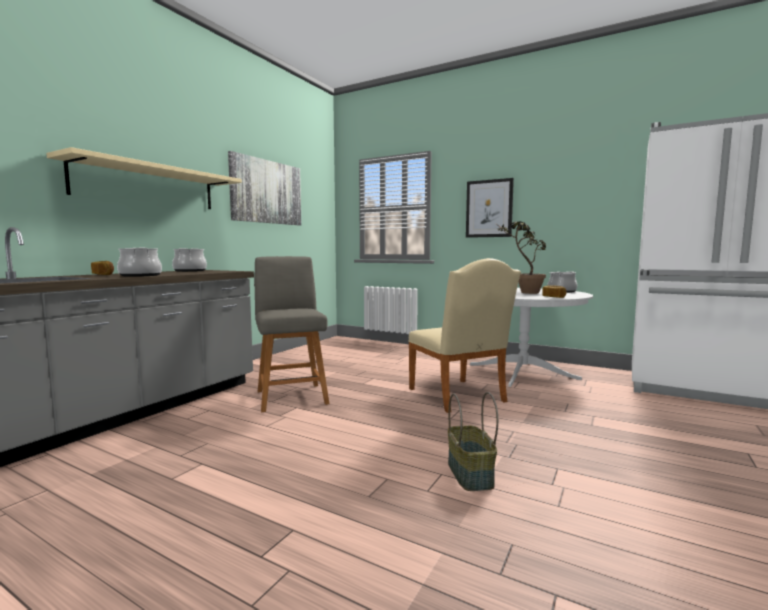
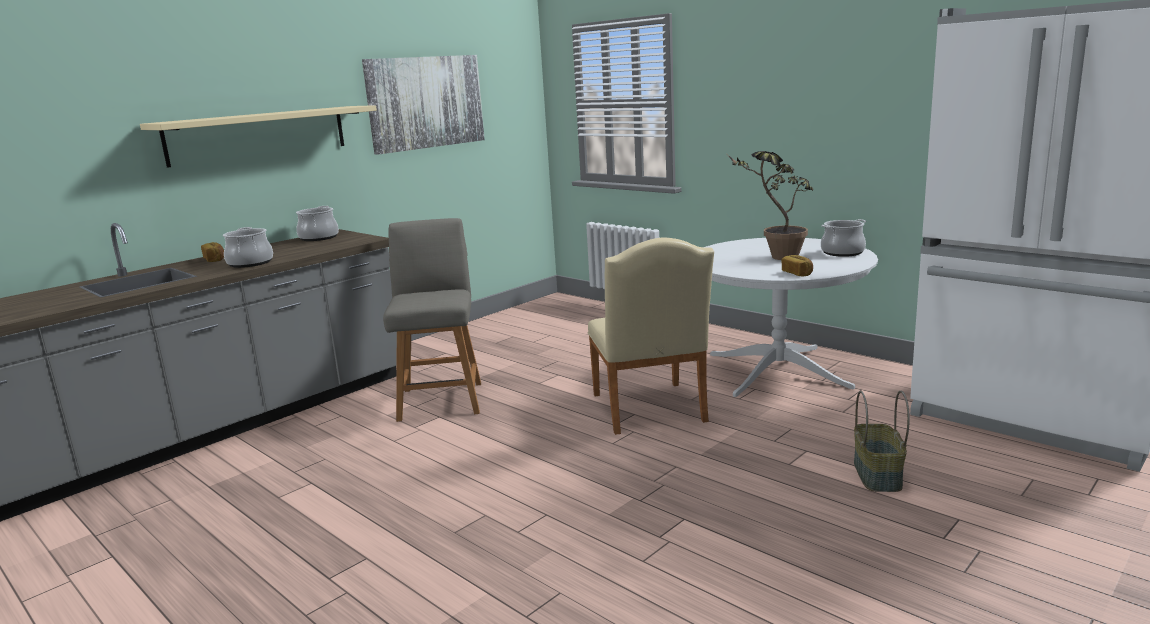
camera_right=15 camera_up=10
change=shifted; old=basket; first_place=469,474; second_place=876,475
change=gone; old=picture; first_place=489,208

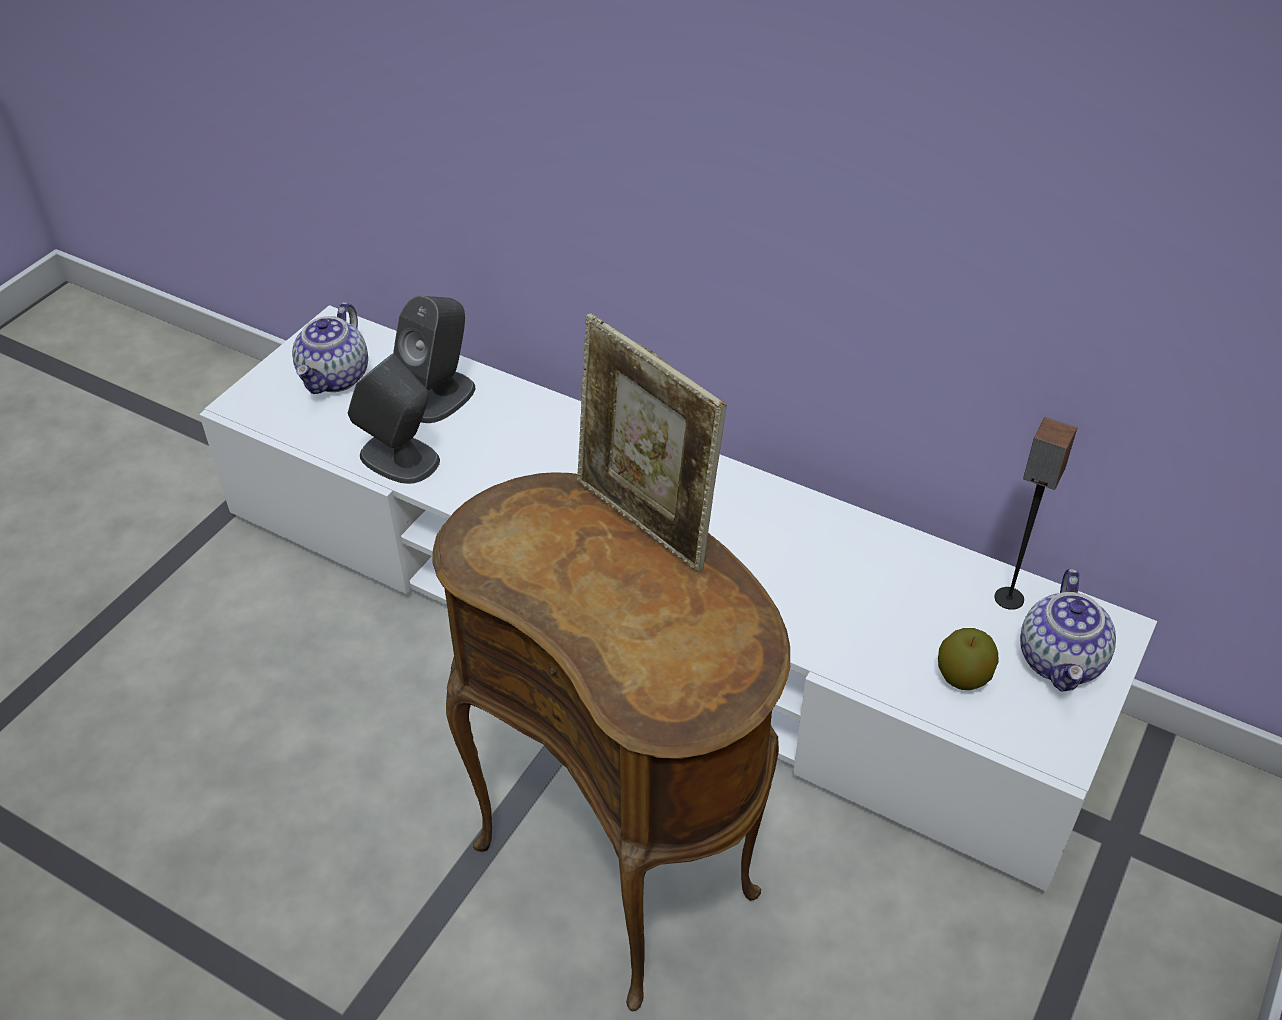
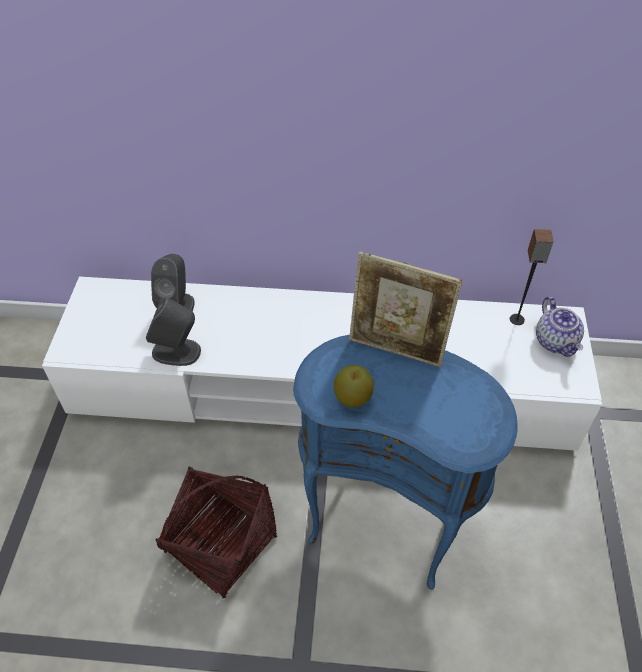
camera_right=-25 camera_up=5
change=new; new=basket; second_place=222,544
change=repainted; old=brown side table; new=blue side table; first_place=624,868; second_place=387,520
change=shifted; old=apple; first_place=963,677; second_place=353,398
change=gone; old=teapot; first_place=335,378

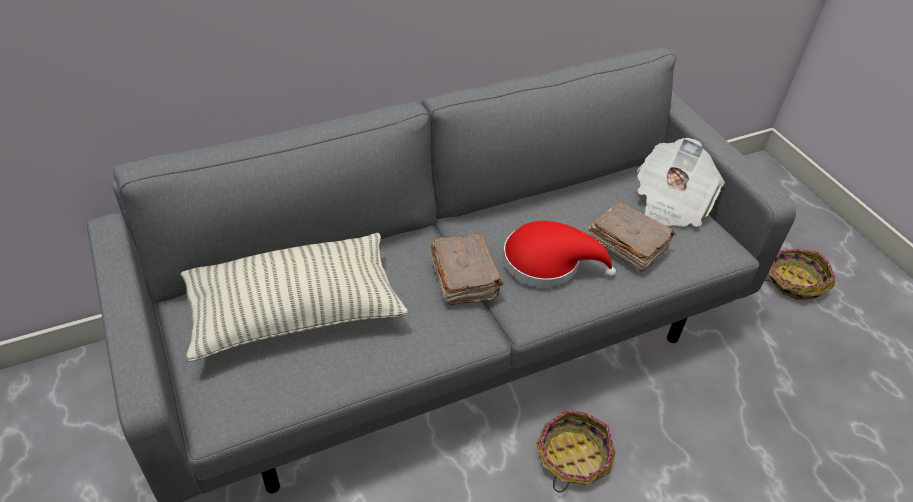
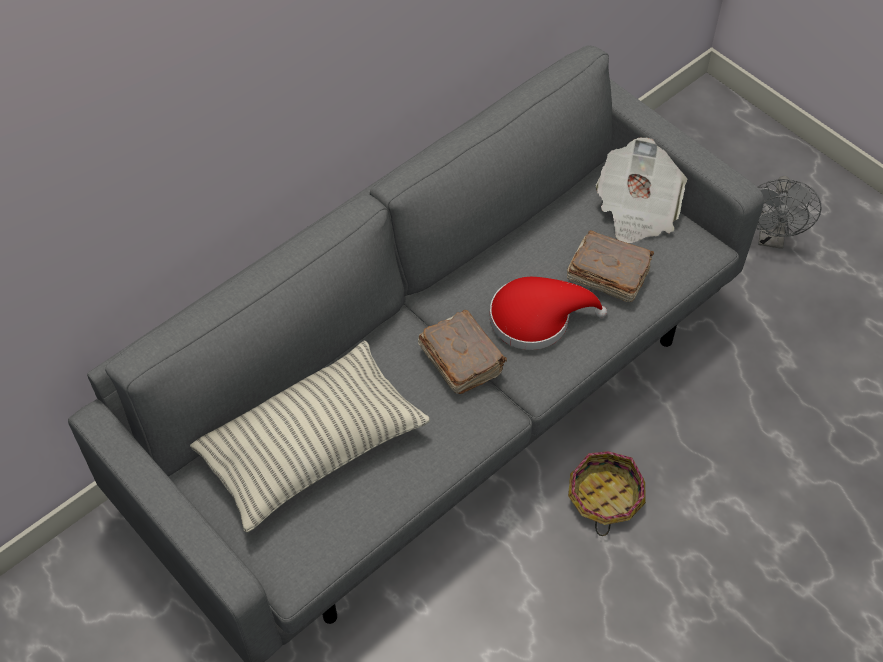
camera_right=-15 camera_up=10
change=swapped; old=basket; new=grey fan; first_place=793,281; second_place=771,238

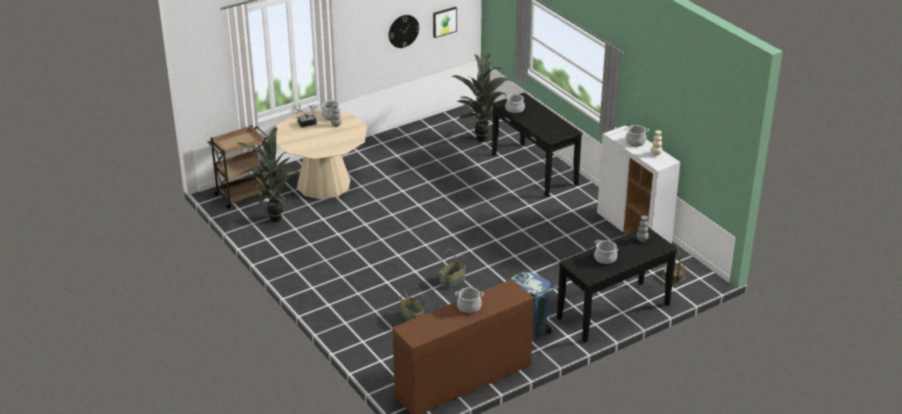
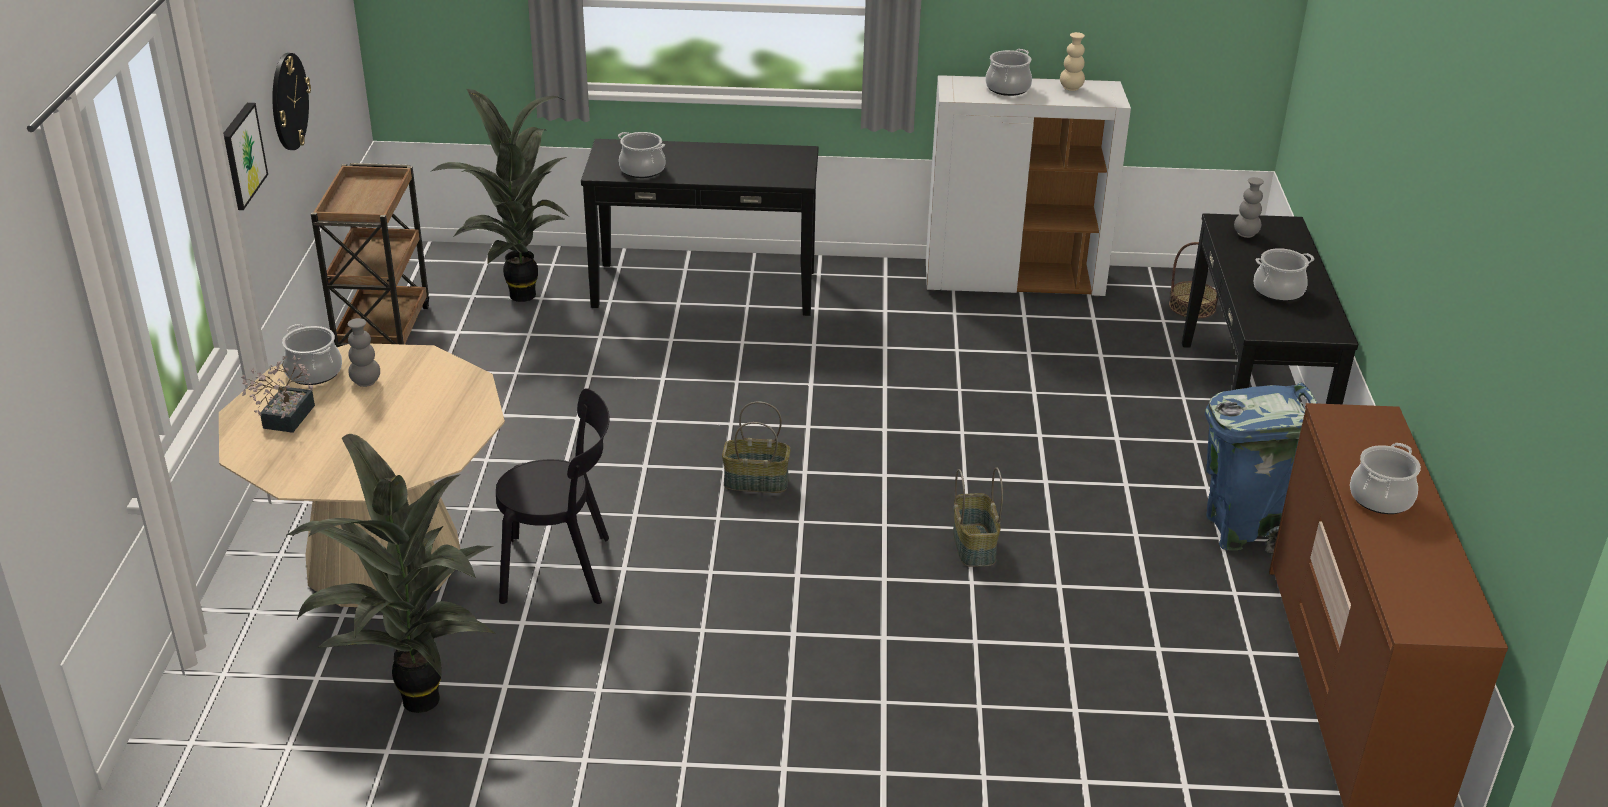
camera_right=-55 camera_up=0
change=shifted; old=picture; first_place=444,21; second_place=240,155
change=shifted; old=brown cart; first_place=243,194; second_place=383,330
change=new; new=black chair; second_place=562,570
change=shifted; old=basket; first_place=411,318; second_place=755,482

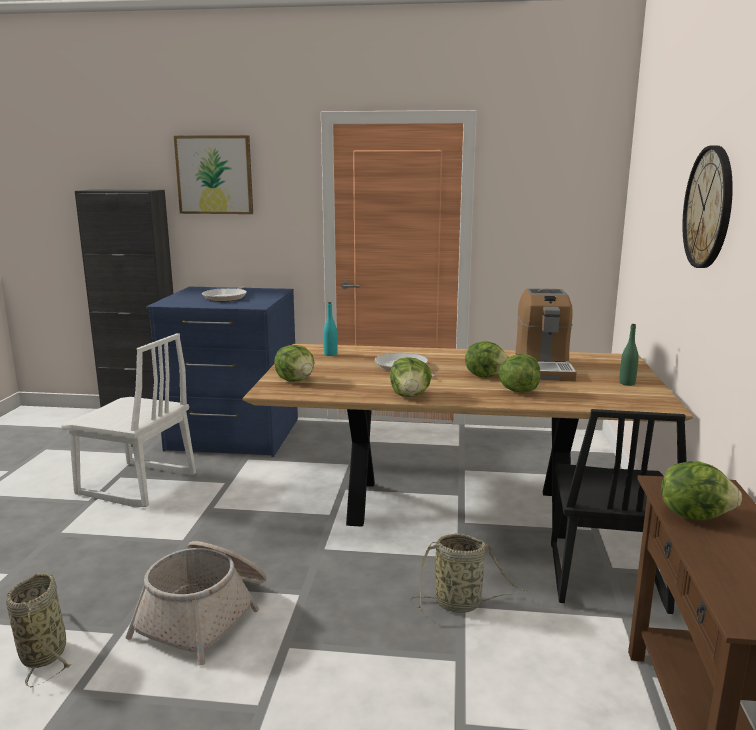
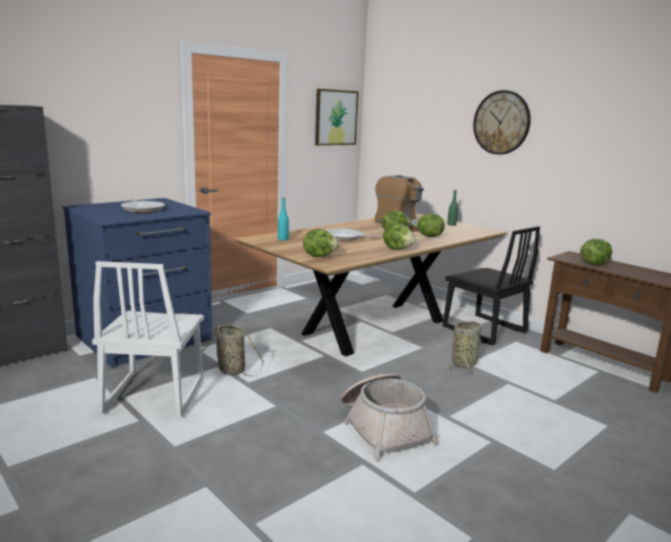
camera_right=-50 camera_up=0
change=rotated; old=white chair; first_place=136,485; second_place=153,395; degrees=120
change=shifted; old=basket; first_place=44,652; second_place=229,370
change=shifted; old=picture; first_place=214,175; second_place=335,117

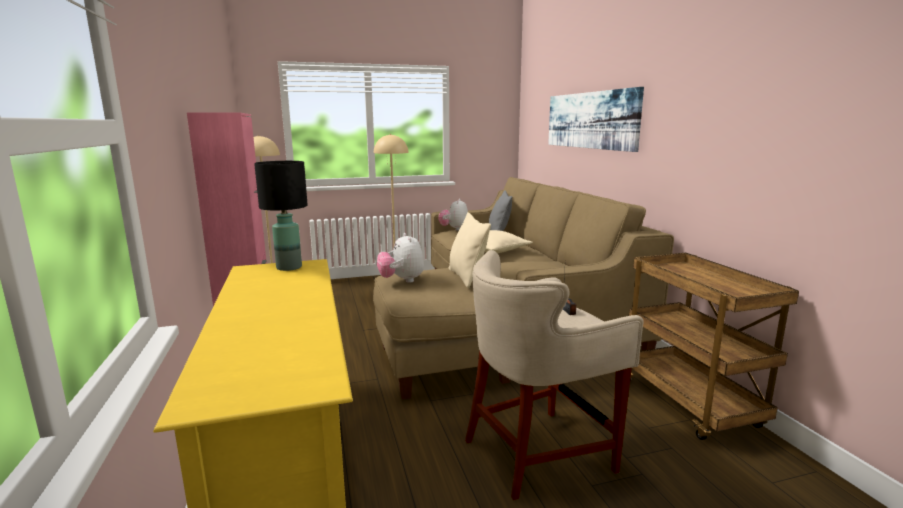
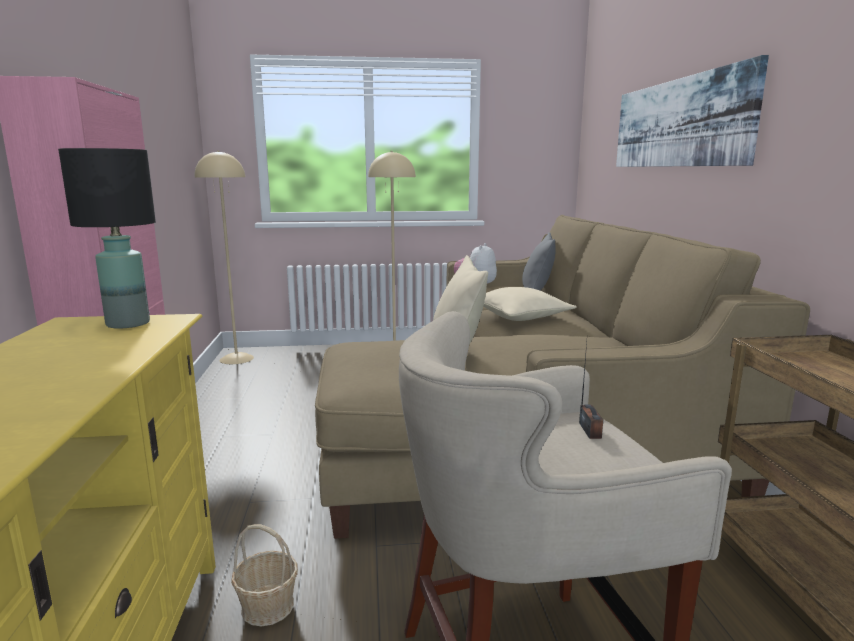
camera_right=10 camera_up=0
change=new; new=basket; second_place=267,606
change=gone; old=plush toy; first_place=401,280

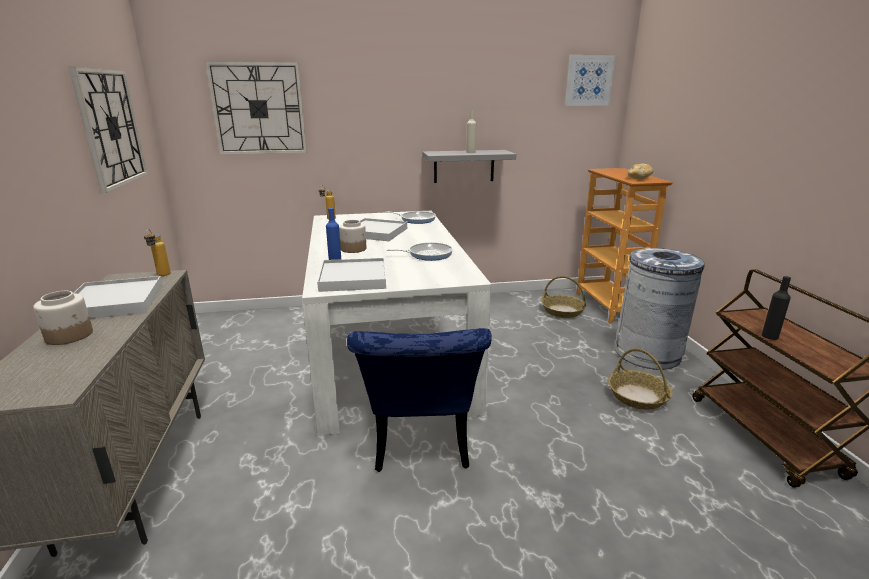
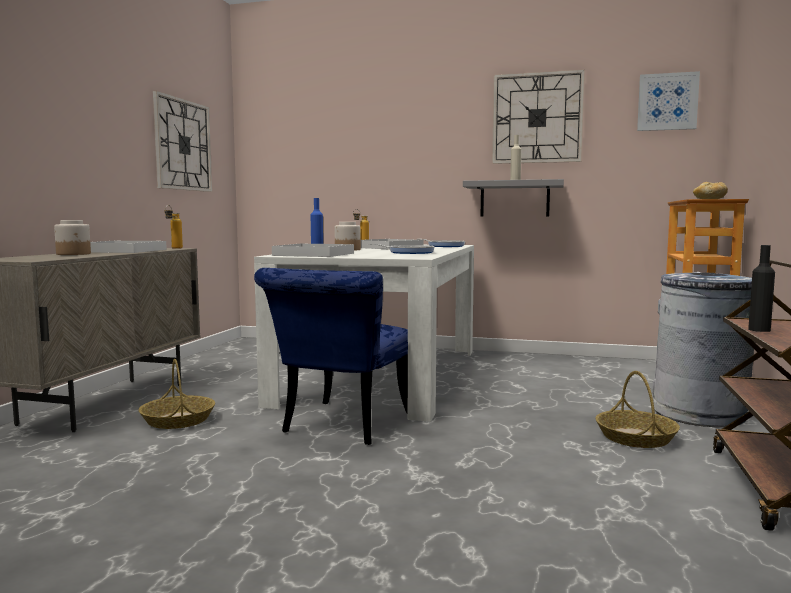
camera_right=25 camera_up=-15
change=shifted; old=basket; first_place=563,311; second_place=178,420
change=shifted; old=wall clock; first_place=258,109; second_place=537,118

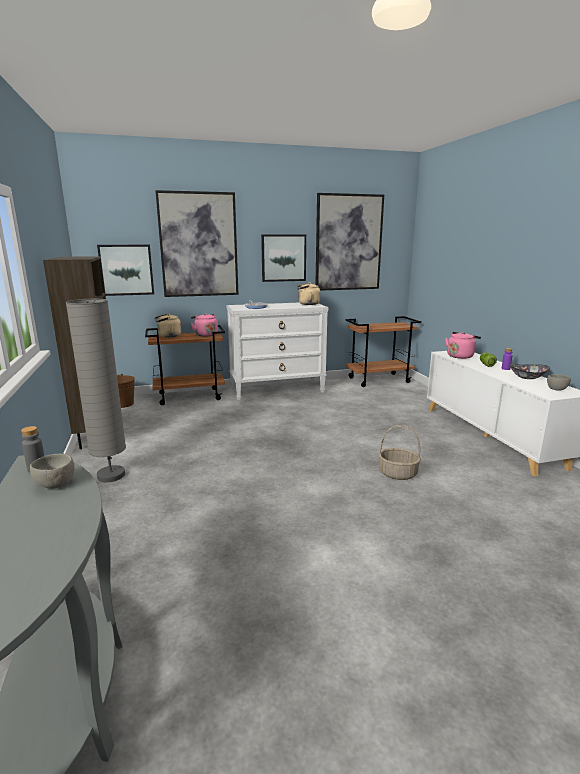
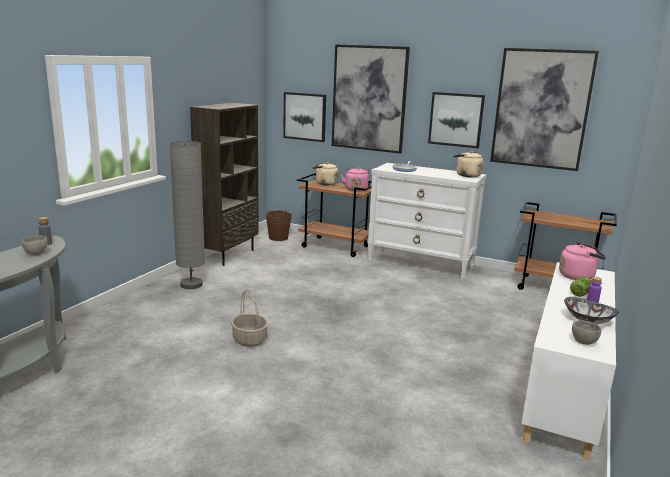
camera_right=40 camera_up=0
change=shifted; old=basket; first_place=398,473; second_place=250,340

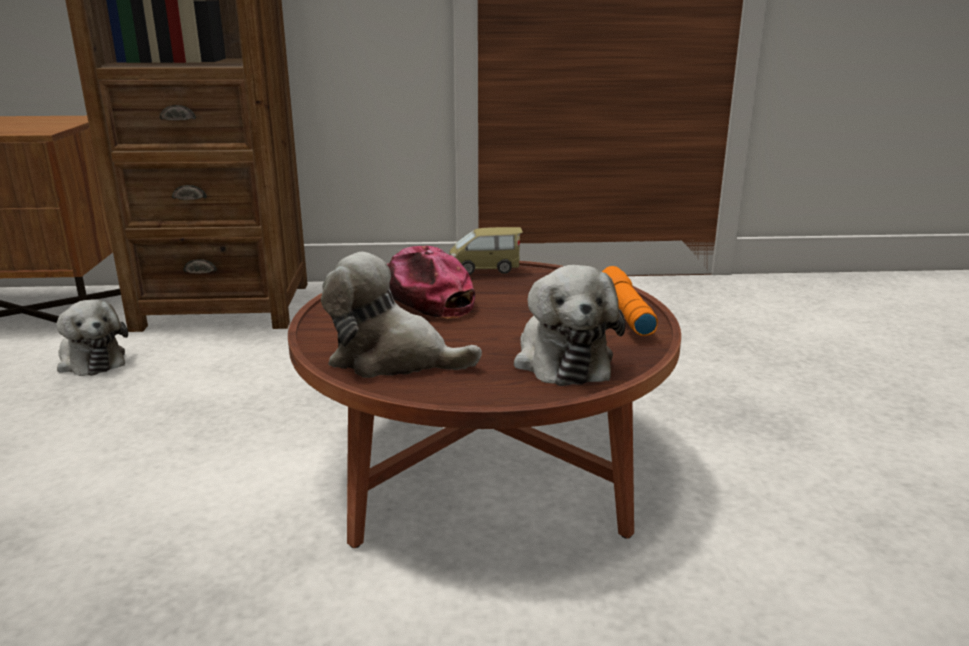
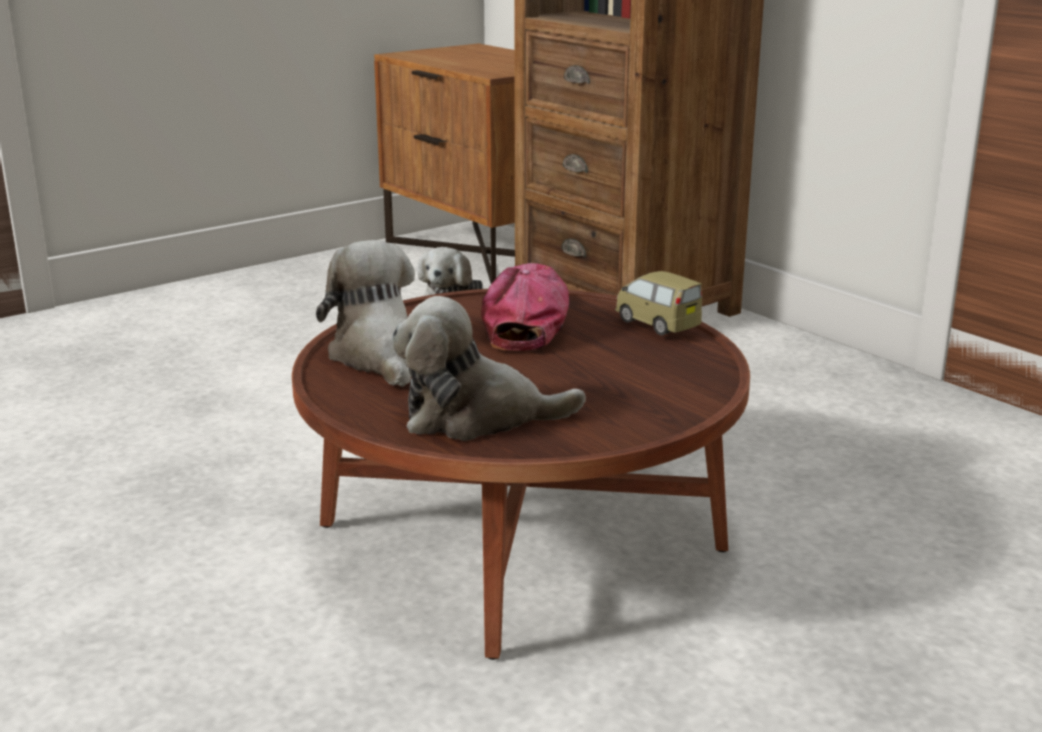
camera_right=55 camera_up=0
change=rotated; old=plush toy; first_place=561,359; second_place=476,417; degrees=45
change=gone; old=orange flashlight; first_place=624,312

